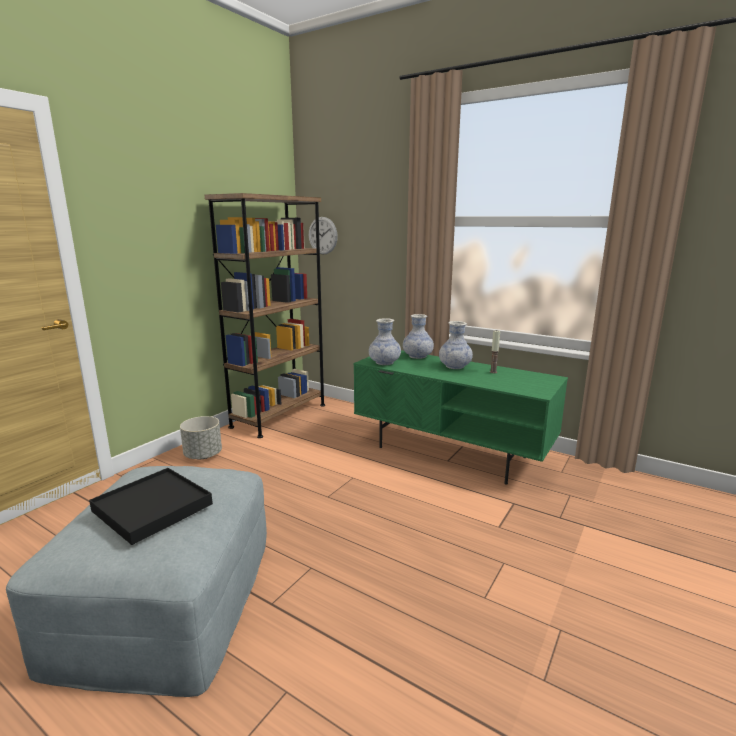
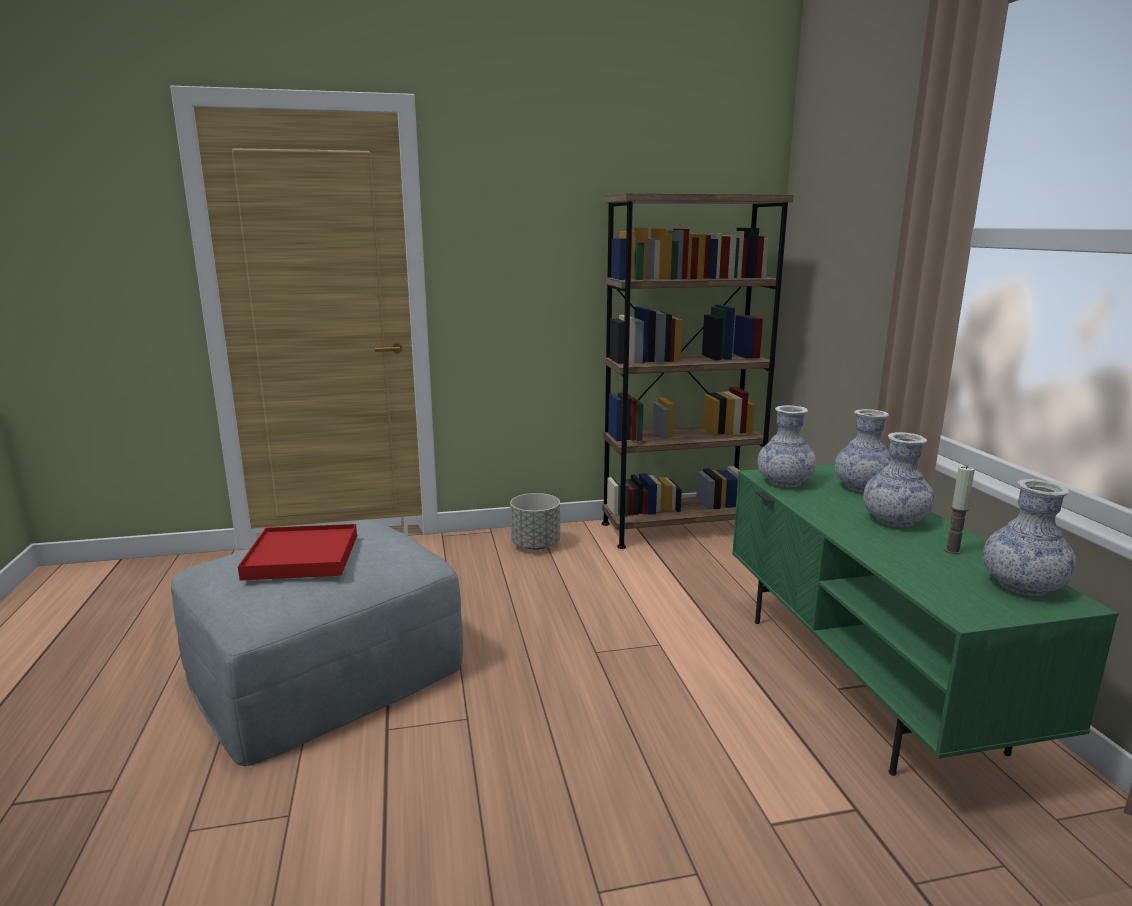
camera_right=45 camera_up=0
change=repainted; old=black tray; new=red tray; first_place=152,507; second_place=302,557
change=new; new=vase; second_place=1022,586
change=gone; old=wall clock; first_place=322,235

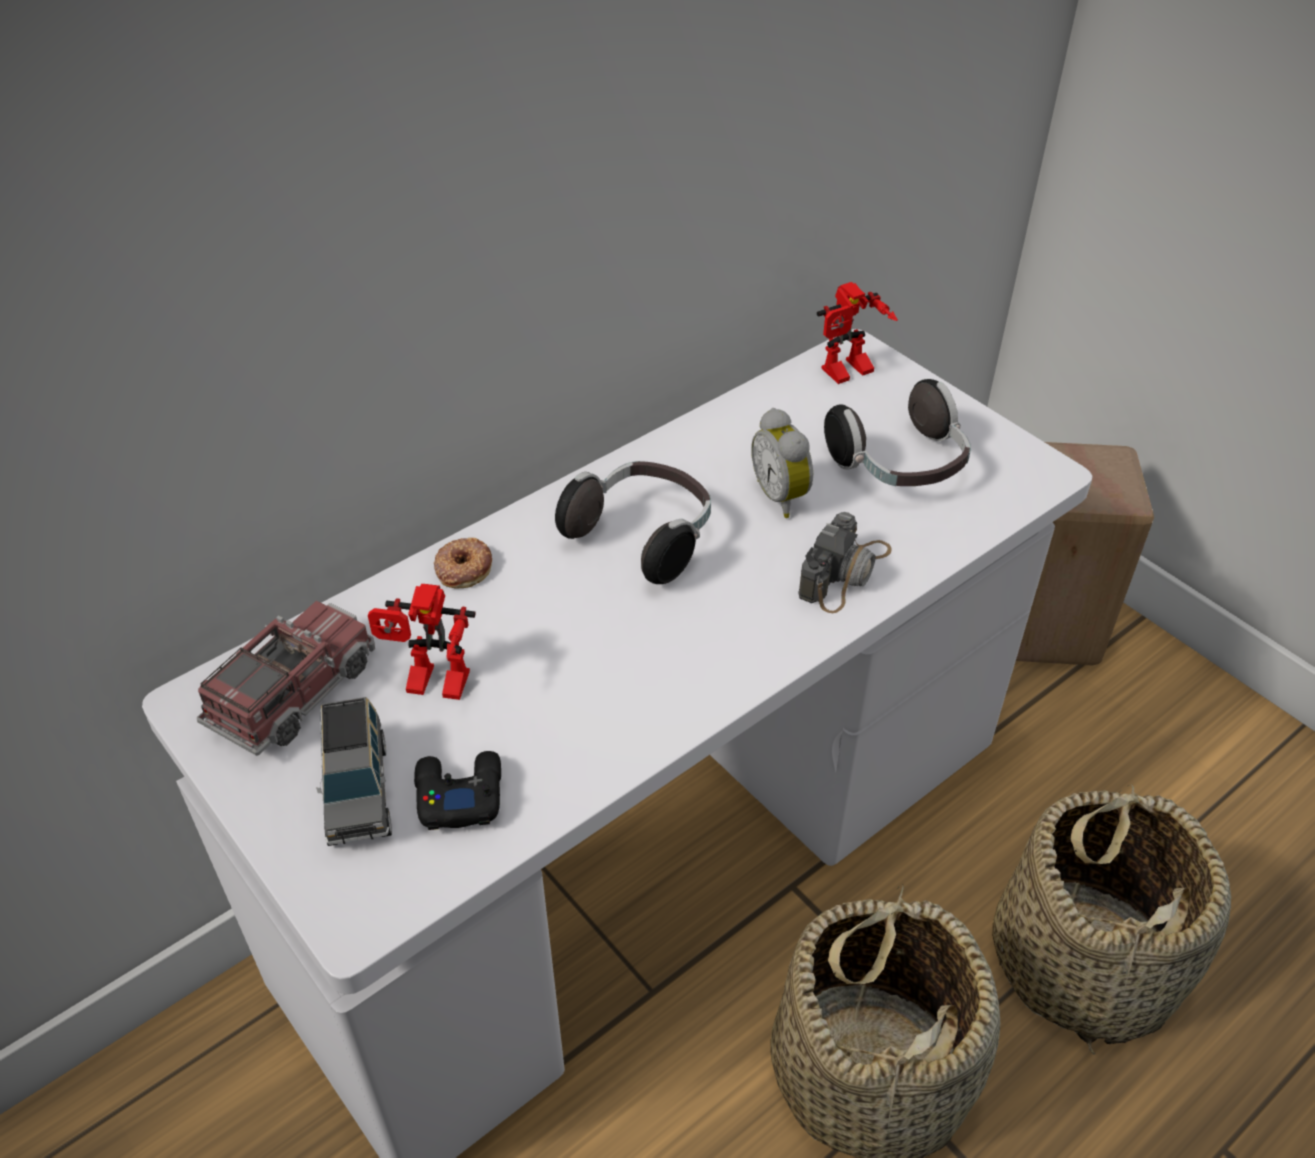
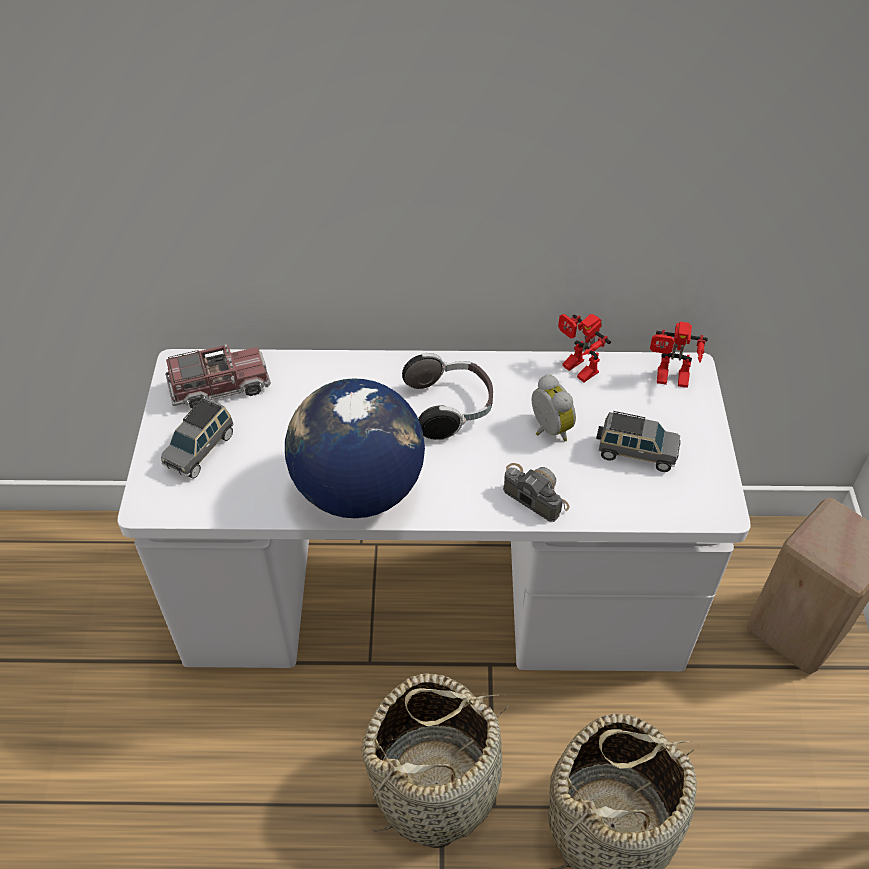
camera_right=40 camera_up=5
change=new; new=globe; second_place=357,489
change=rotated; old=photo camera; first_place=845,572; second_place=532,492; degrees=-120
change=rotated; old=alarm clock; first_place=783,496; second_place=547,430; degrees=135
change=shifted; old=toy robot; first_place=431,687; second_place=575,369
change=swapped; old=headphones; new=grey toy car; first_place=900,466; second_place=635,453
change=gone; old=black game controller; first_place=459,794
change=gone; old=donut; first_place=463,568

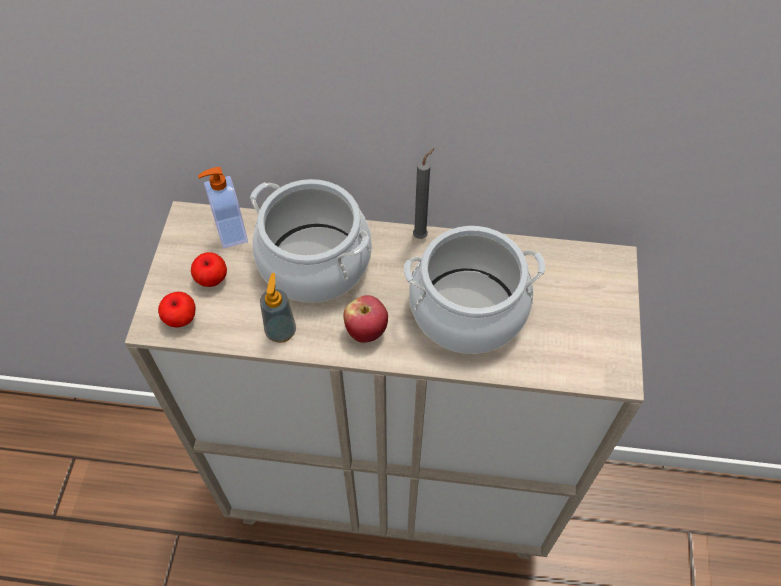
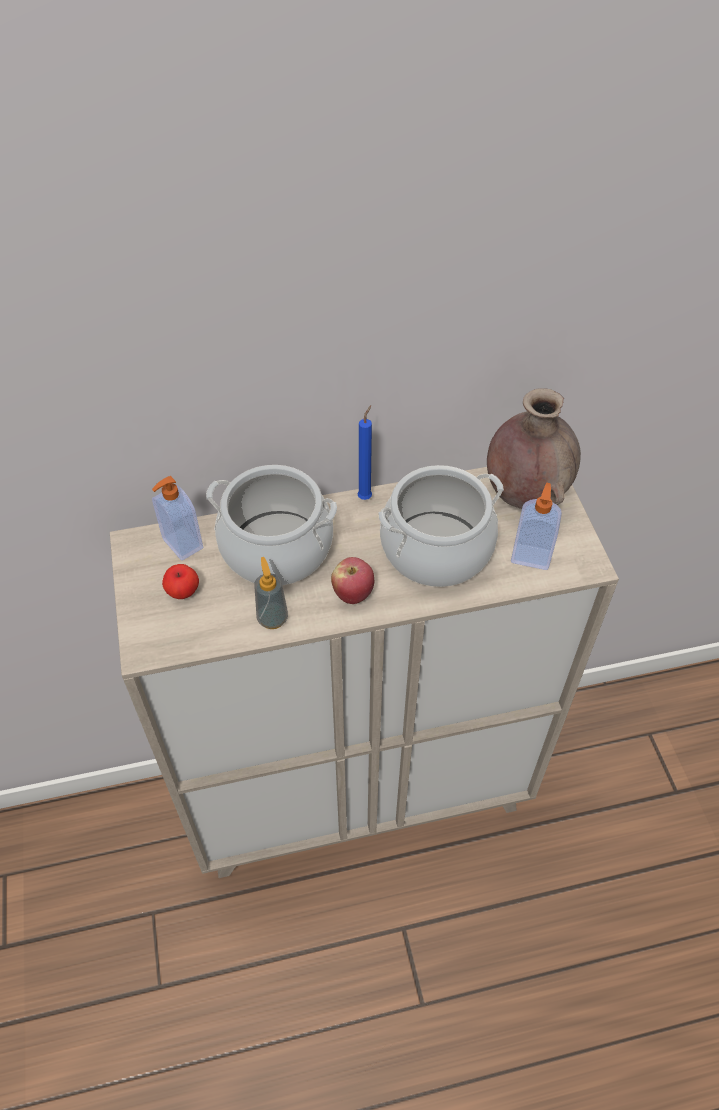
camera_right=-20 camera_up=-5
change=repainted; old=grey candle; new=blue candle; first_place=422,235; second_place=366,496
change=new; new=brown vase; second_place=524,496
change=new; new=soap dispenser; second_place=531,555
change=gone; old=apple; first_place=181,318

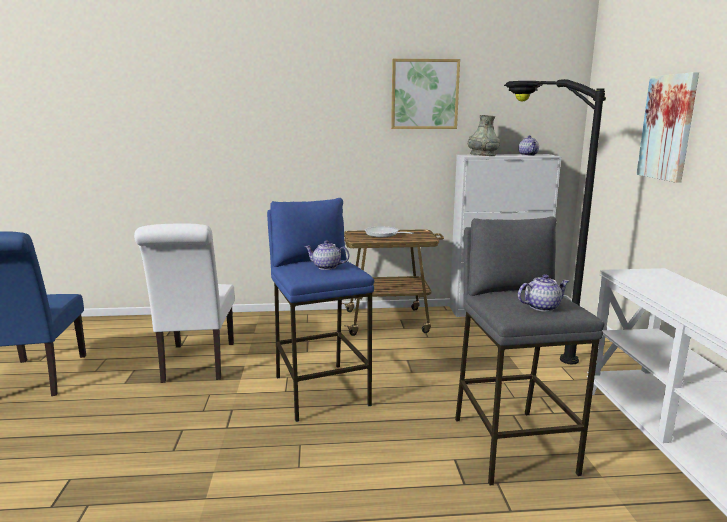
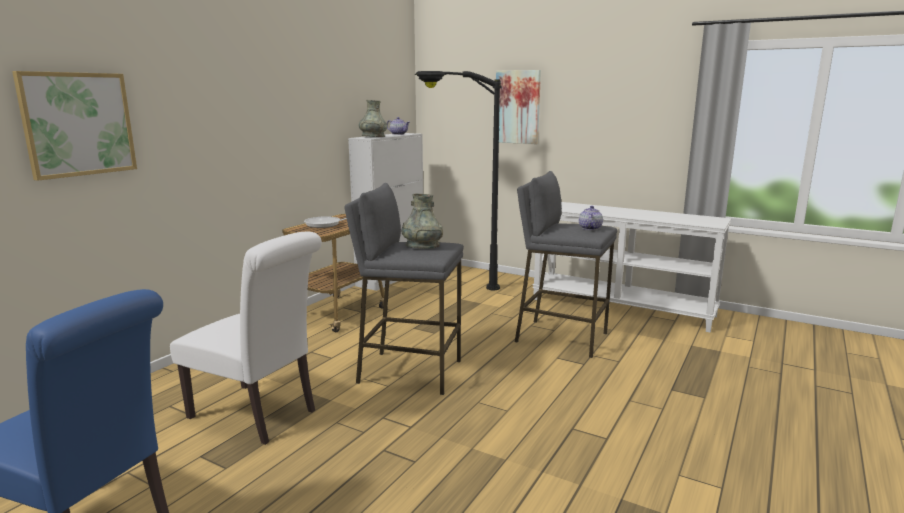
camera_right=-55 camera_up=0
change=shifted; old=picture; first_place=424,94; second_place=78,124
change=repainted; old=blue stool; new=grey stool; first_place=321,390; second_place=409,371
change=swapped; old=teapot; new=grey vase; first_place=326,267; second_place=422,246

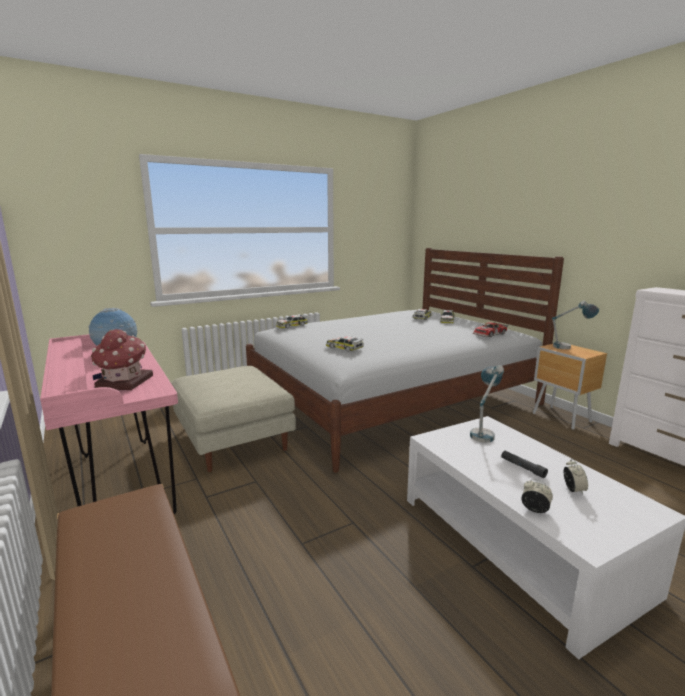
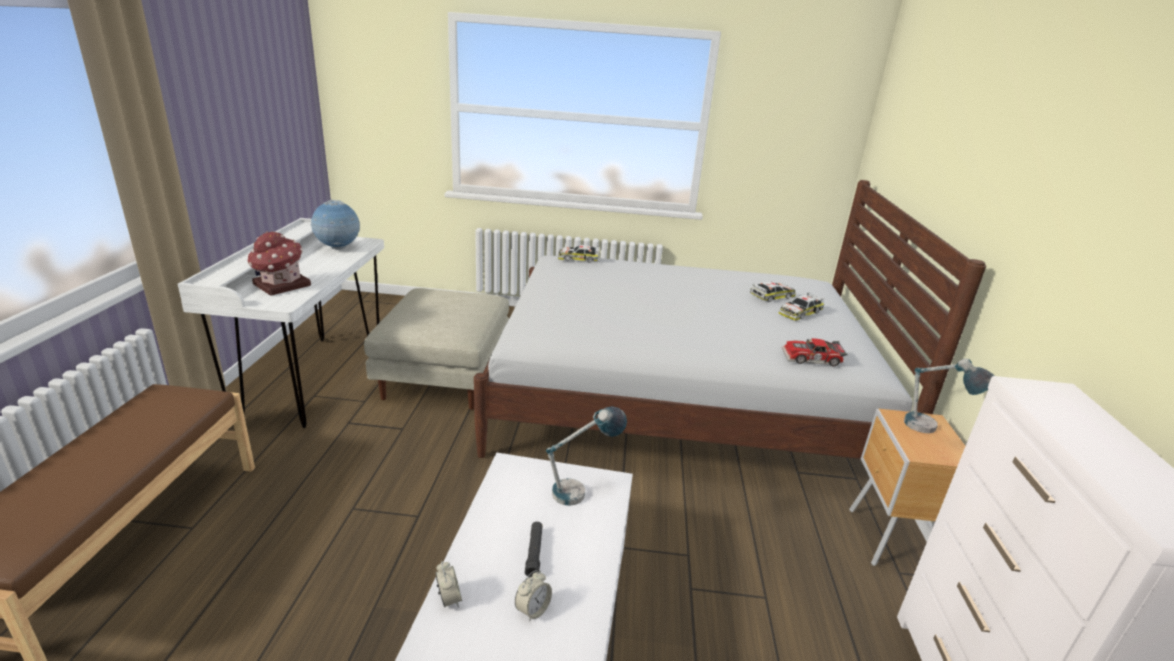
camera_right=35 camera_up=10
change=repainted; old=pink desk; new=white desk; first_place=122,483; second_place=313,378
change=gone; old=toy car; first_place=344,348

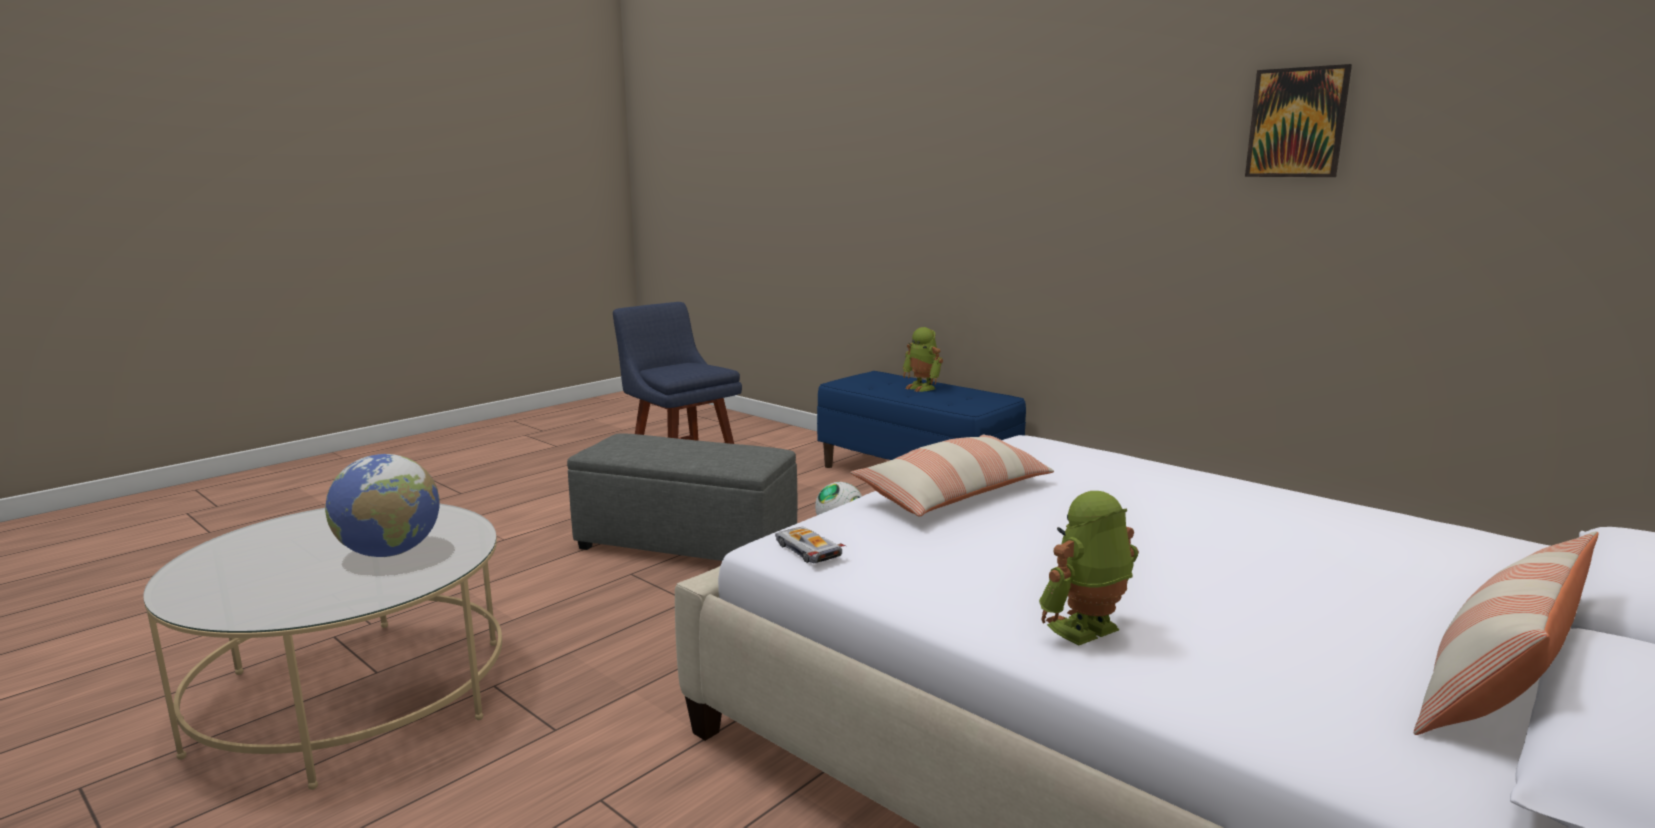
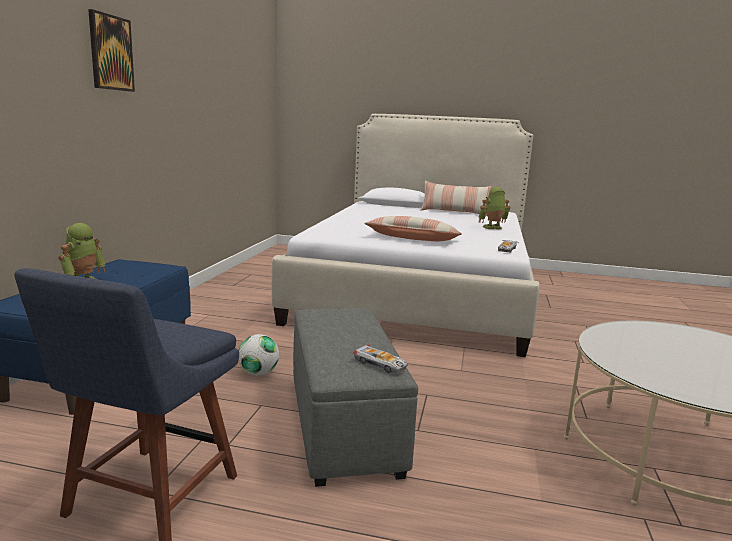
camera_right=-120 camera_up=0
change=shifted; old=picture; first_place=1297,123; second_place=111,53
change=new; new=toy car; second_place=380,364
change=rotated; old=toy robot; first_place=1086,631; second_place=492,228; degrees=135
change=gone; old=globe; first_place=390,552

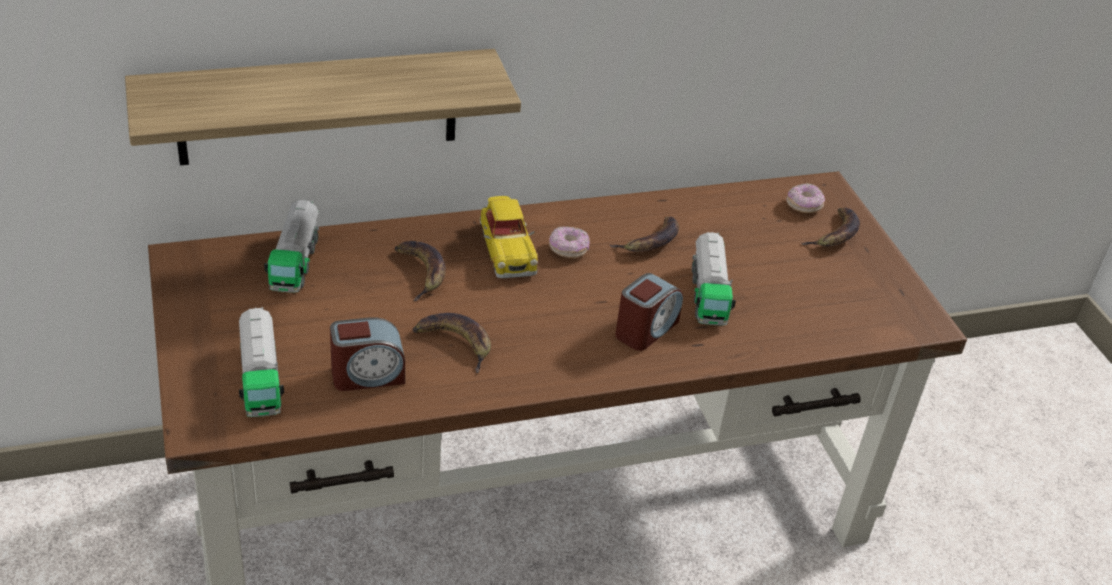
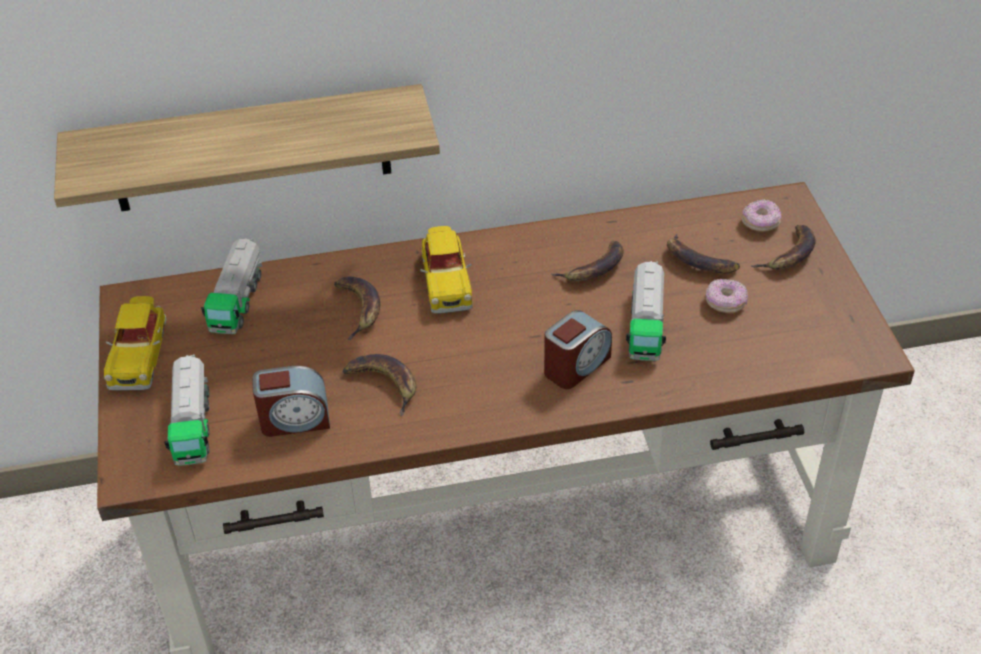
camera_right=10 camera_up=5
change=new; new=toy car; second_place=139,354
change=new; new=banana; second_place=698,261
change=shifted; old=donut; first_place=568,250; second_place=725,303

